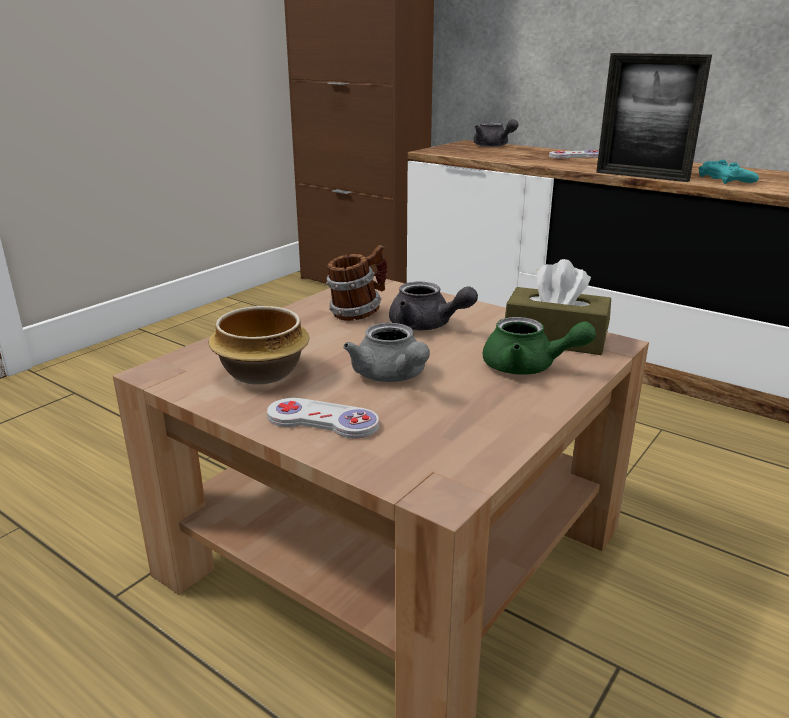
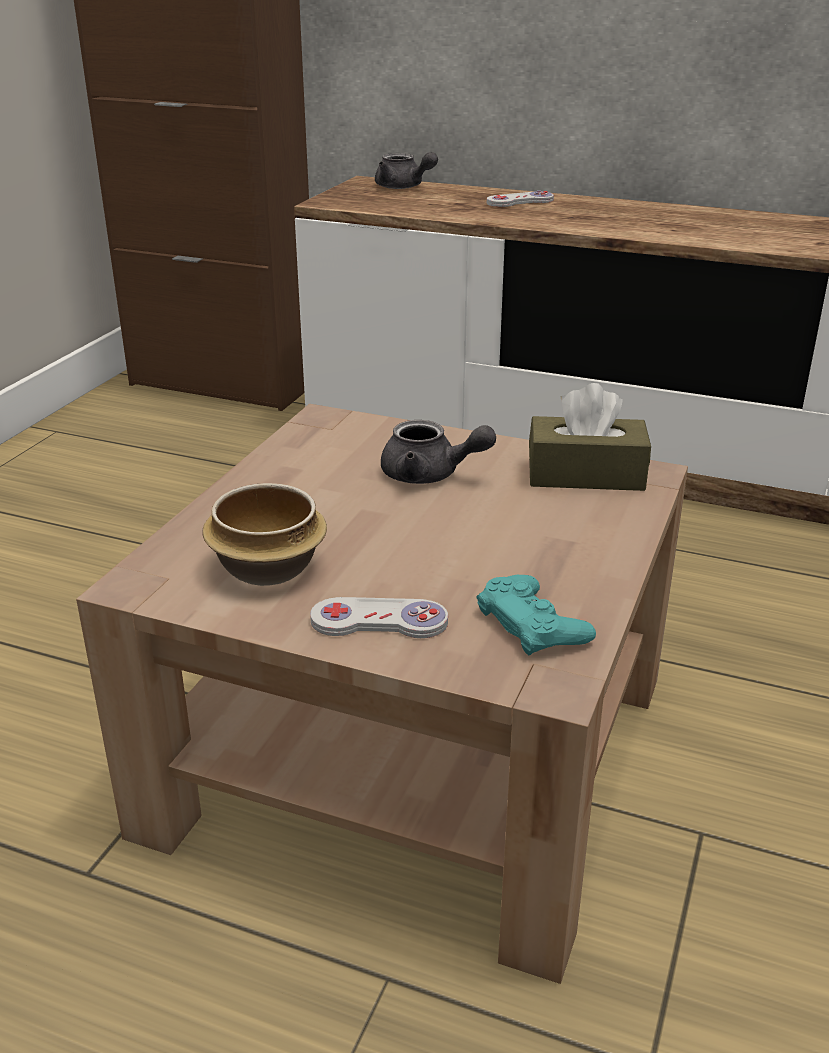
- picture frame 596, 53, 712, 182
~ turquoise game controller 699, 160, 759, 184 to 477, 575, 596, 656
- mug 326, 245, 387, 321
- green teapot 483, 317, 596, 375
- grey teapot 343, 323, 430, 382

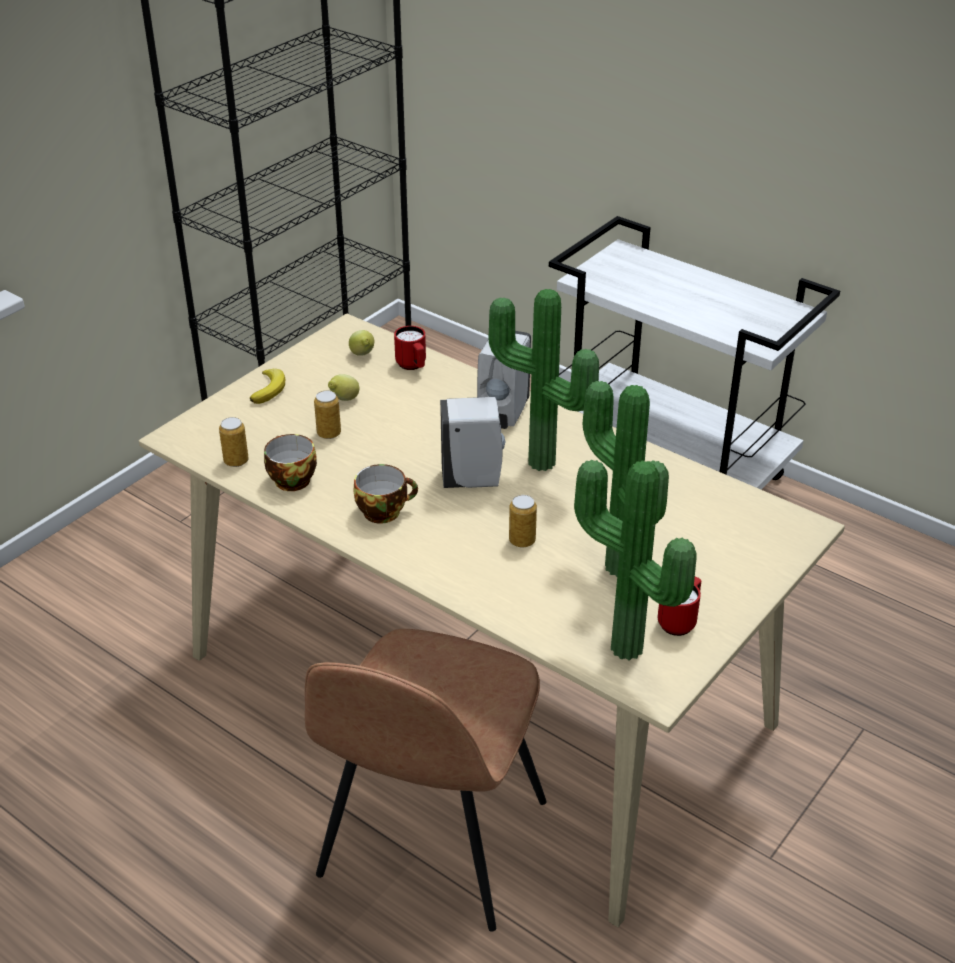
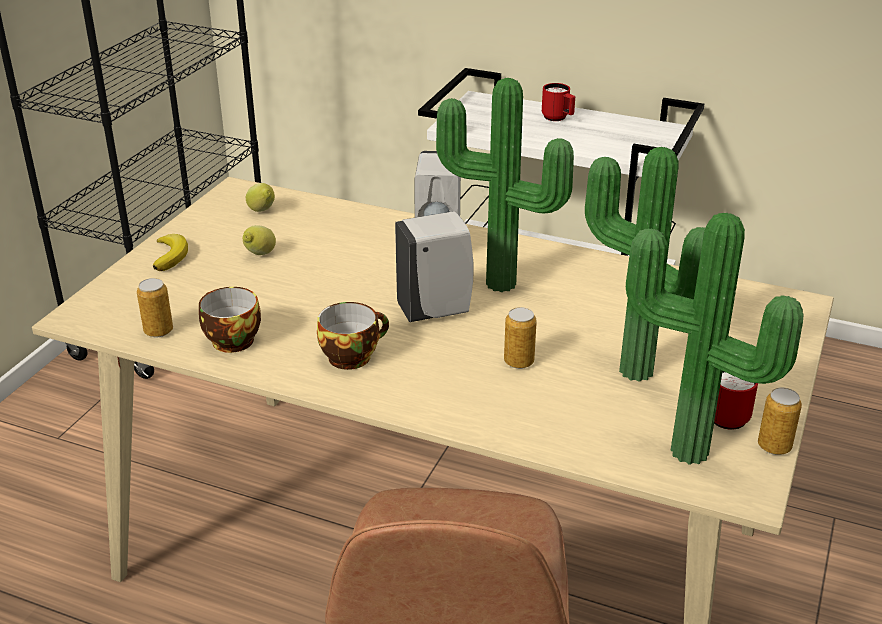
~ red mug 394, 326, 426, 370 to 542, 83, 575, 121
~ can 314, 390, 341, 439 to 758, 387, 802, 455

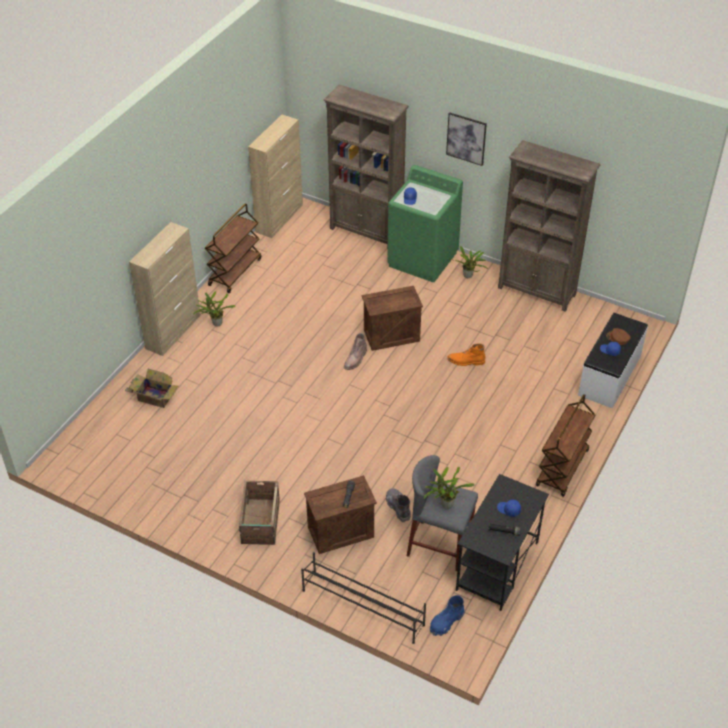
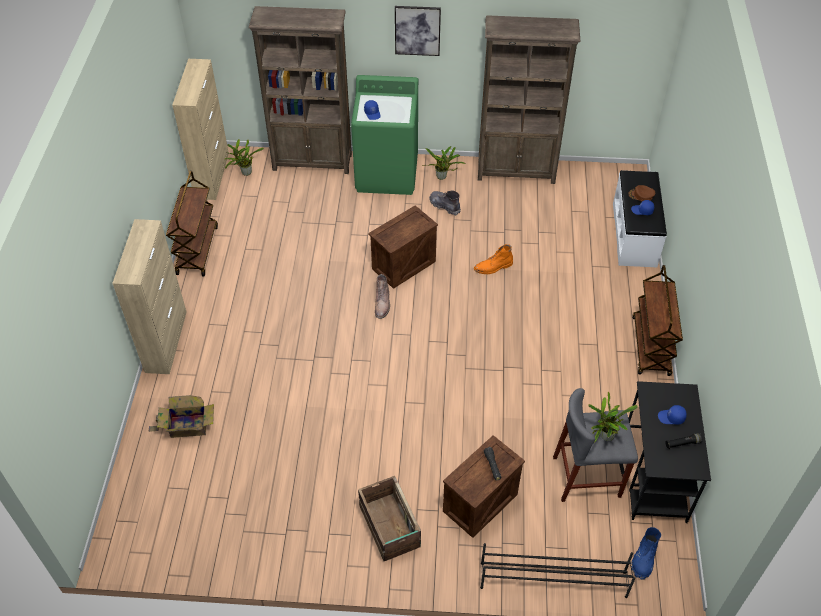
~ potted plant 193, 291, 235, 327 to 225, 139, 264, 176
~ grey boot 386, 488, 411, 522 to 429, 190, 461, 216

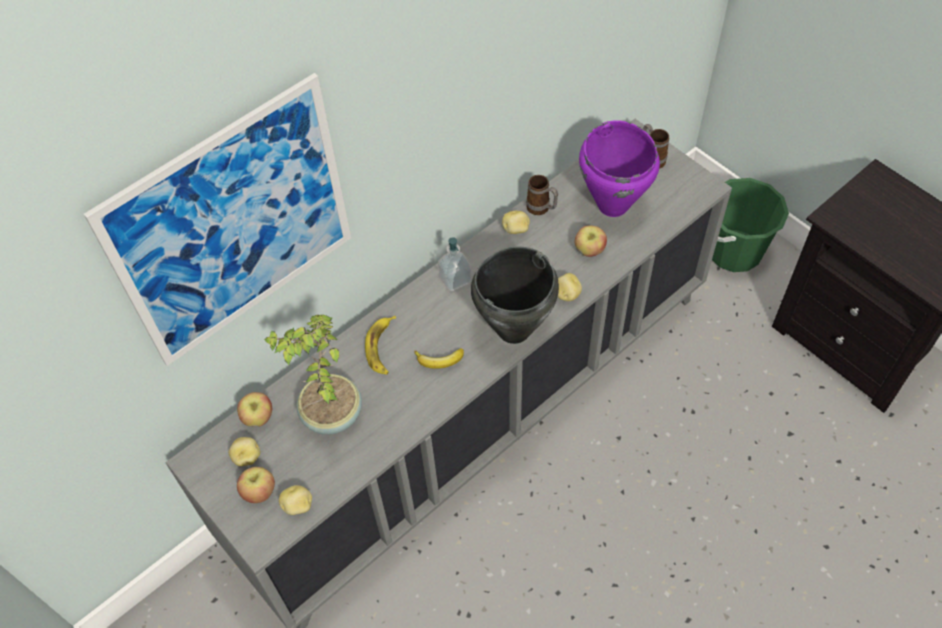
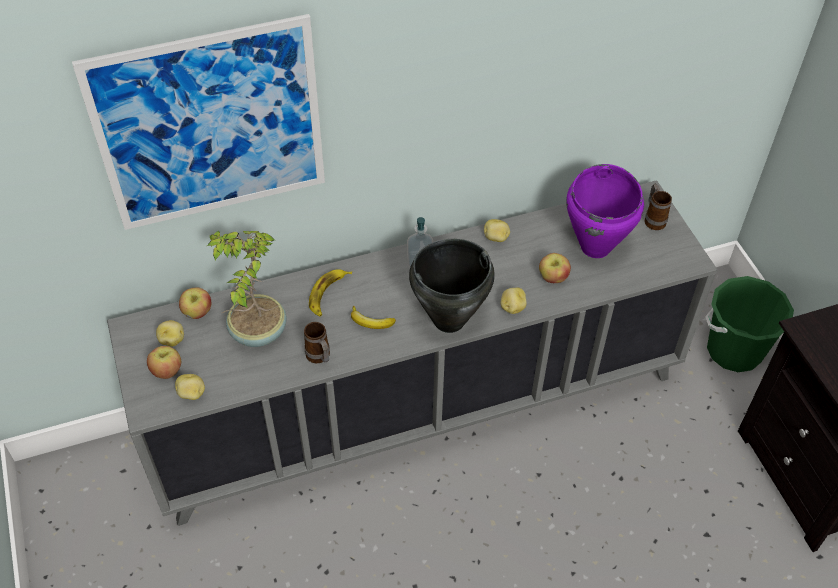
~ mug 526, 175, 558, 215 to 304, 322, 330, 363

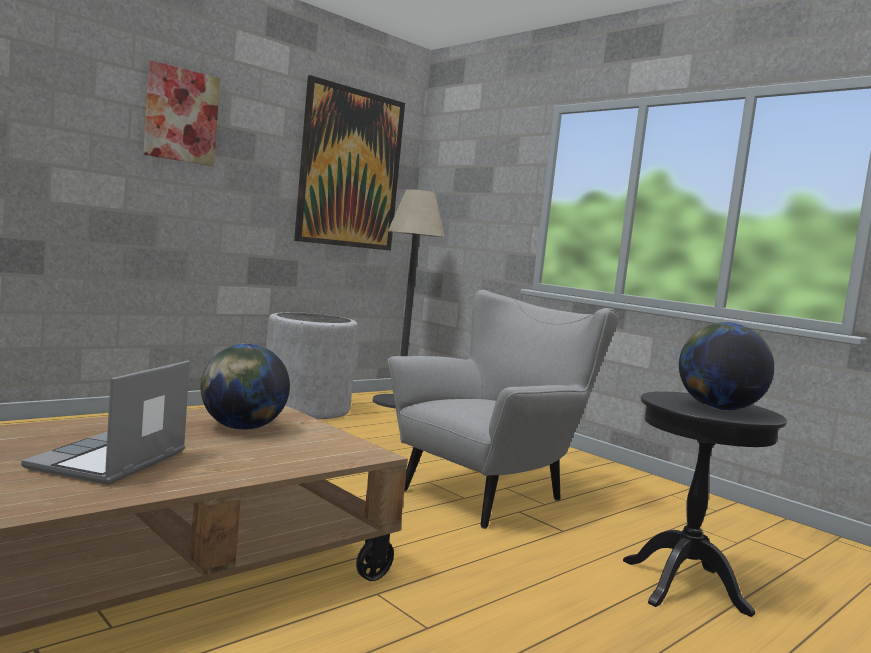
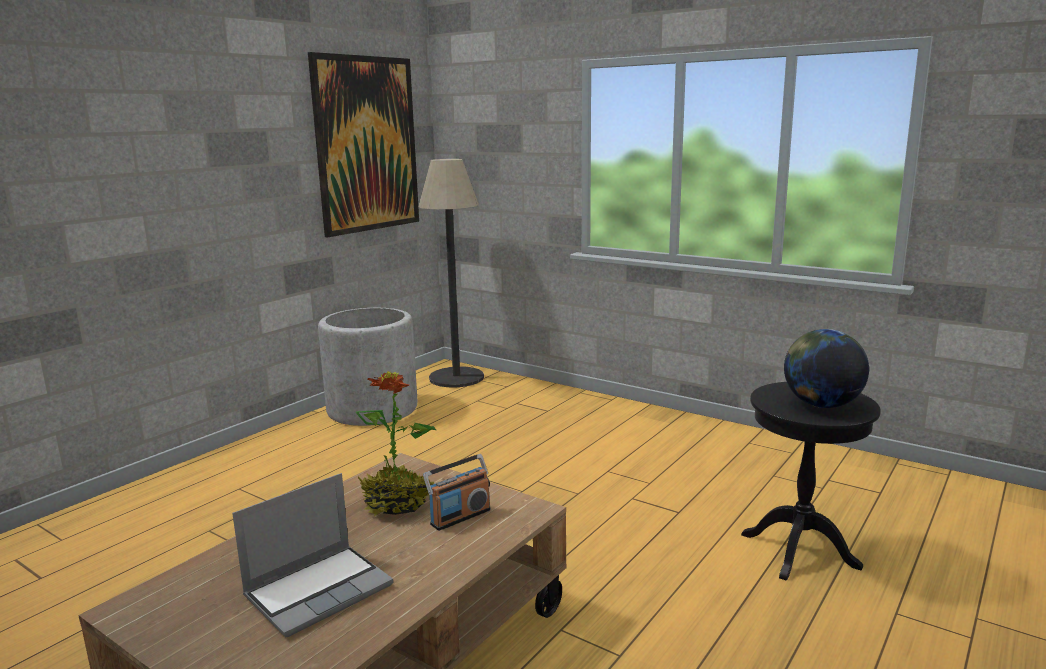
- picture 143, 60, 220, 166
- grey armchair 388, 290, 620, 529
~ globe 201, 344, 290, 430 to potted plant 356, 371, 436, 516
~ laptop 21, 361, 190, 485 = 232, 473, 393, 637 135 degrees counterclockwise
+ radio 423, 454, 490, 531

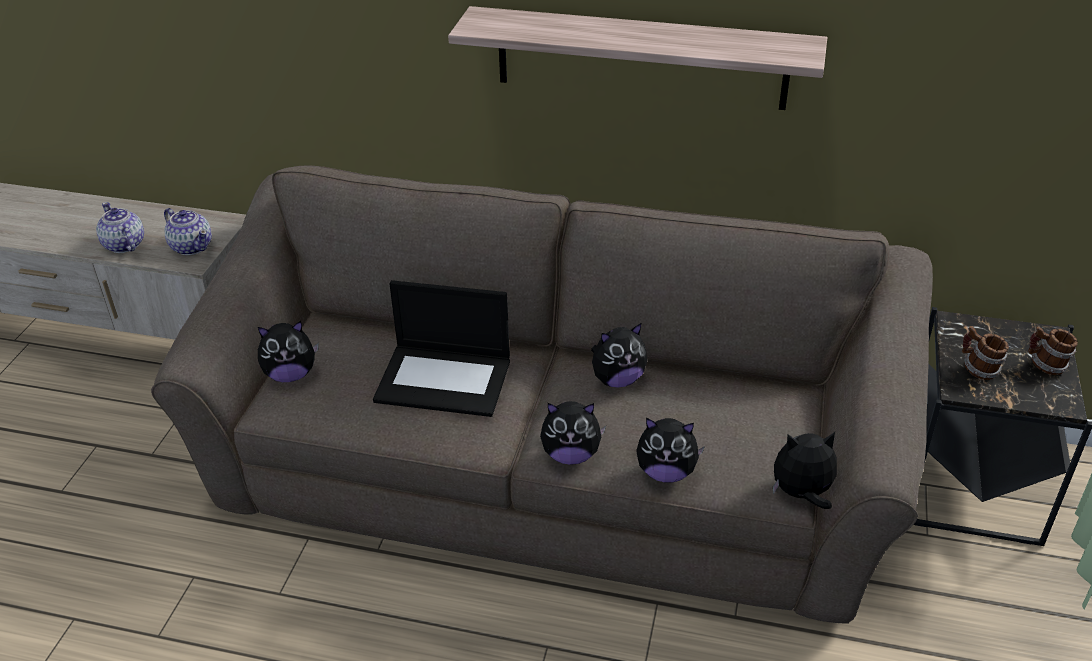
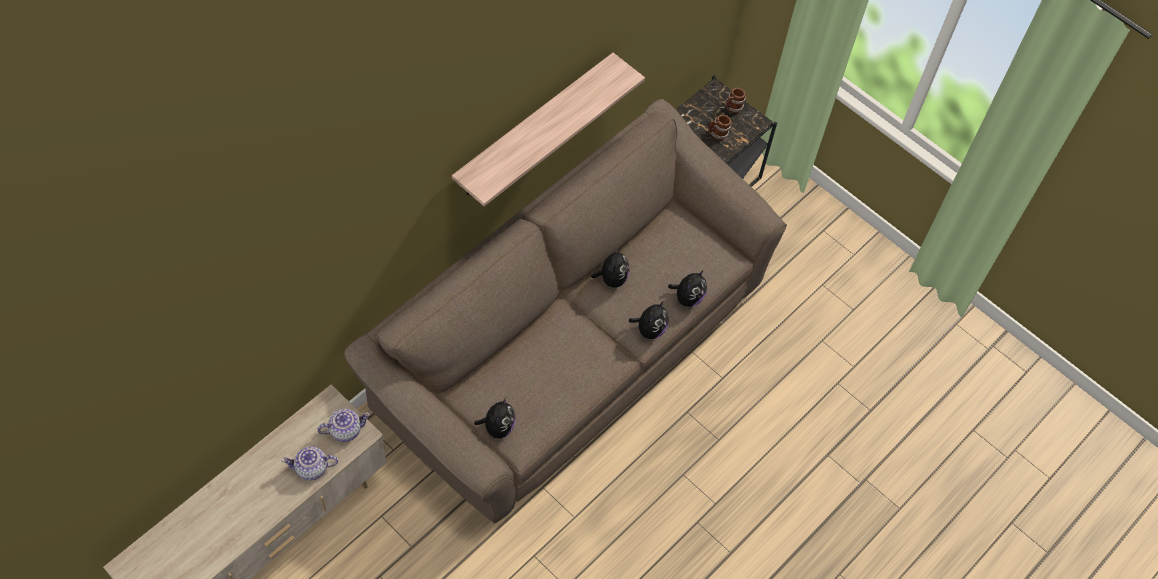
- laptop 373, 280, 510, 417
- plush toy 773, 432, 837, 509

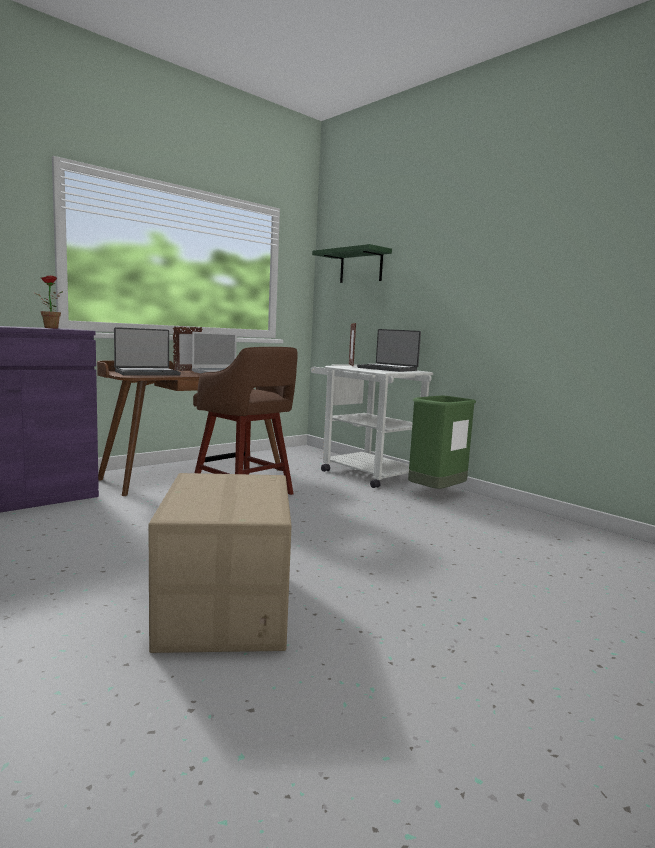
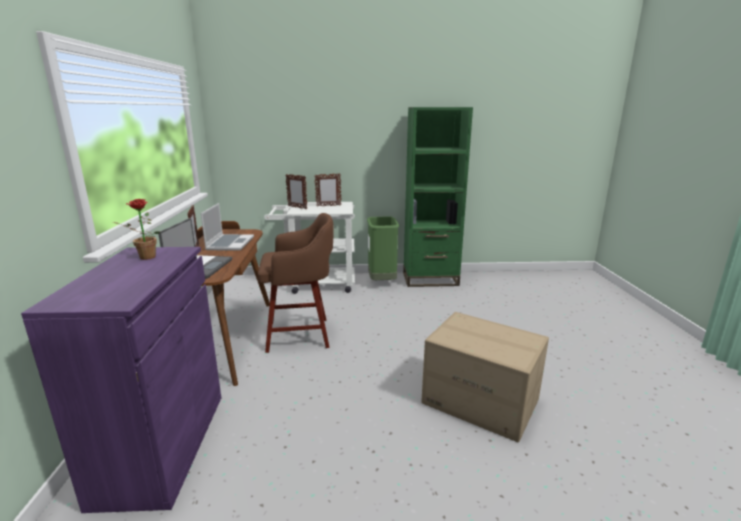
- green shelf 312, 244, 392, 283
~ laptop 357, 329, 421, 372 to picture frame 314, 173, 341, 207
+ green bookcase 403, 107, 473, 287

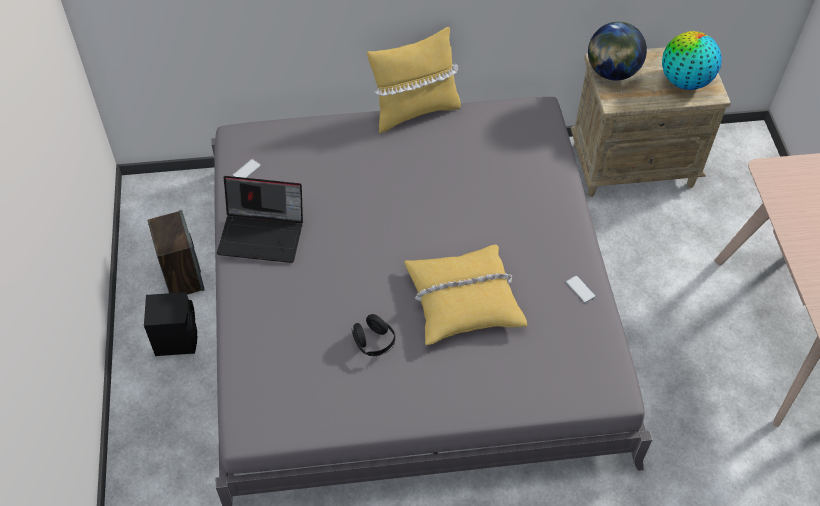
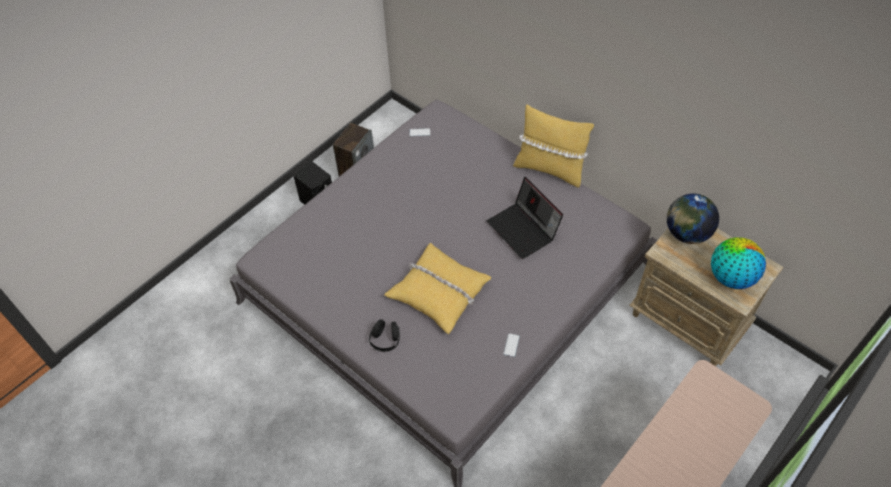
~ laptop 217, 176, 303, 263 to 487, 177, 563, 259
~ black headphones 352, 314, 396, 356 to 369, 320, 400, 352

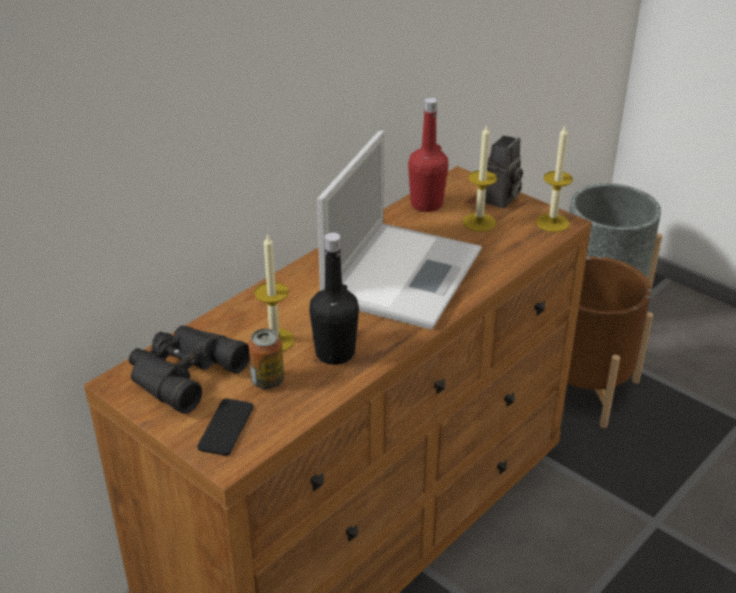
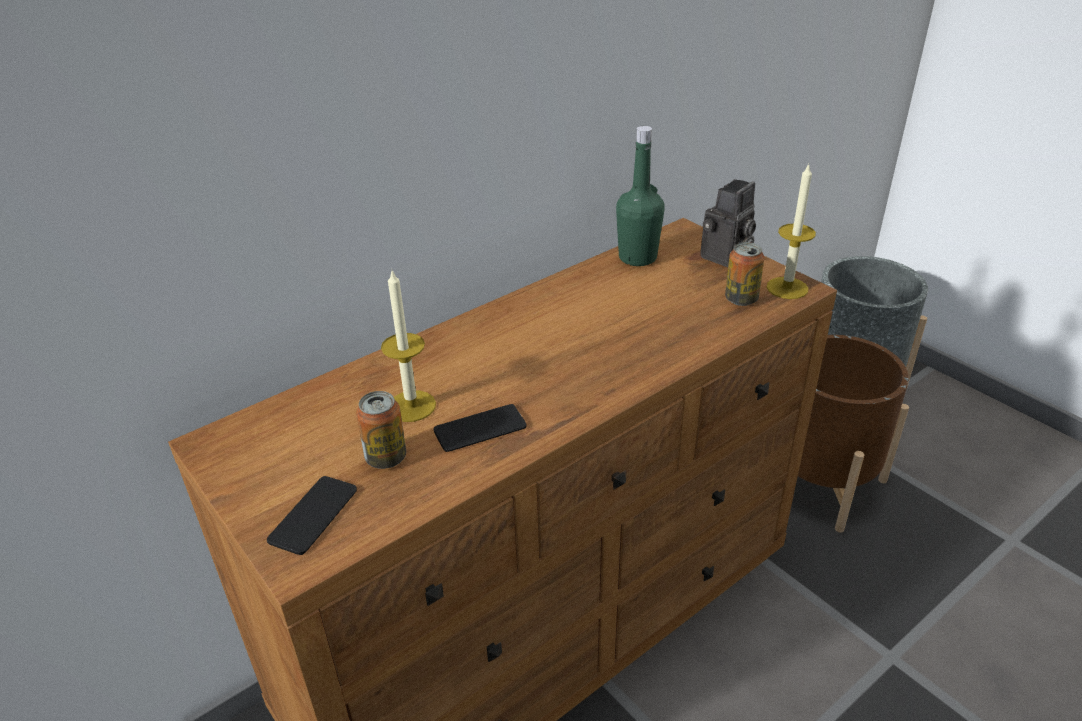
~ red bottle 408, 98, 448, 212 to green bottle 616, 126, 665, 266
- candle 463, 124, 497, 231
- laptop 317, 131, 482, 330
~ black bottle 309, 232, 359, 365 to phone 434, 404, 527, 452
- black binoculars 129, 325, 250, 413
+ can 725, 242, 764, 306

